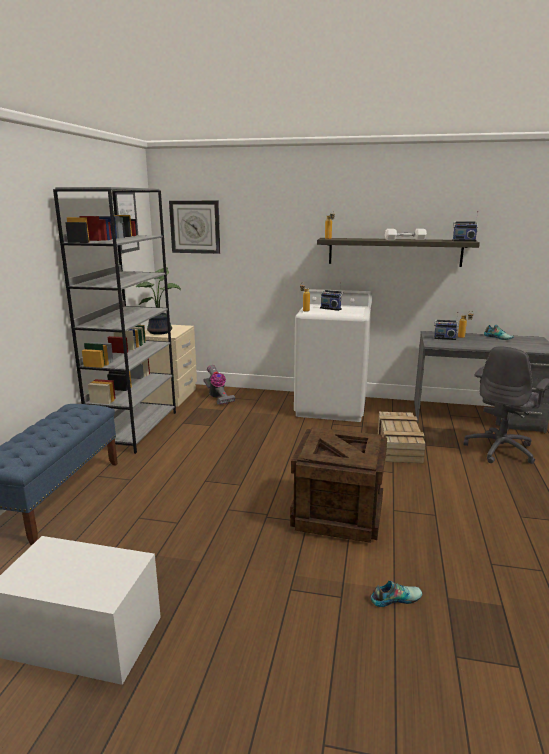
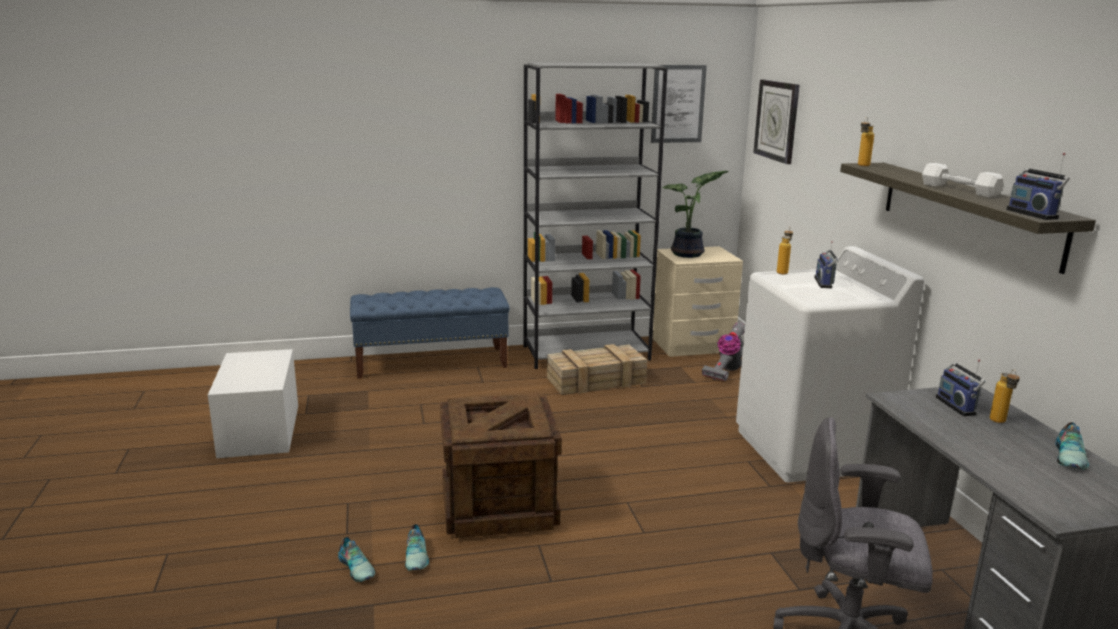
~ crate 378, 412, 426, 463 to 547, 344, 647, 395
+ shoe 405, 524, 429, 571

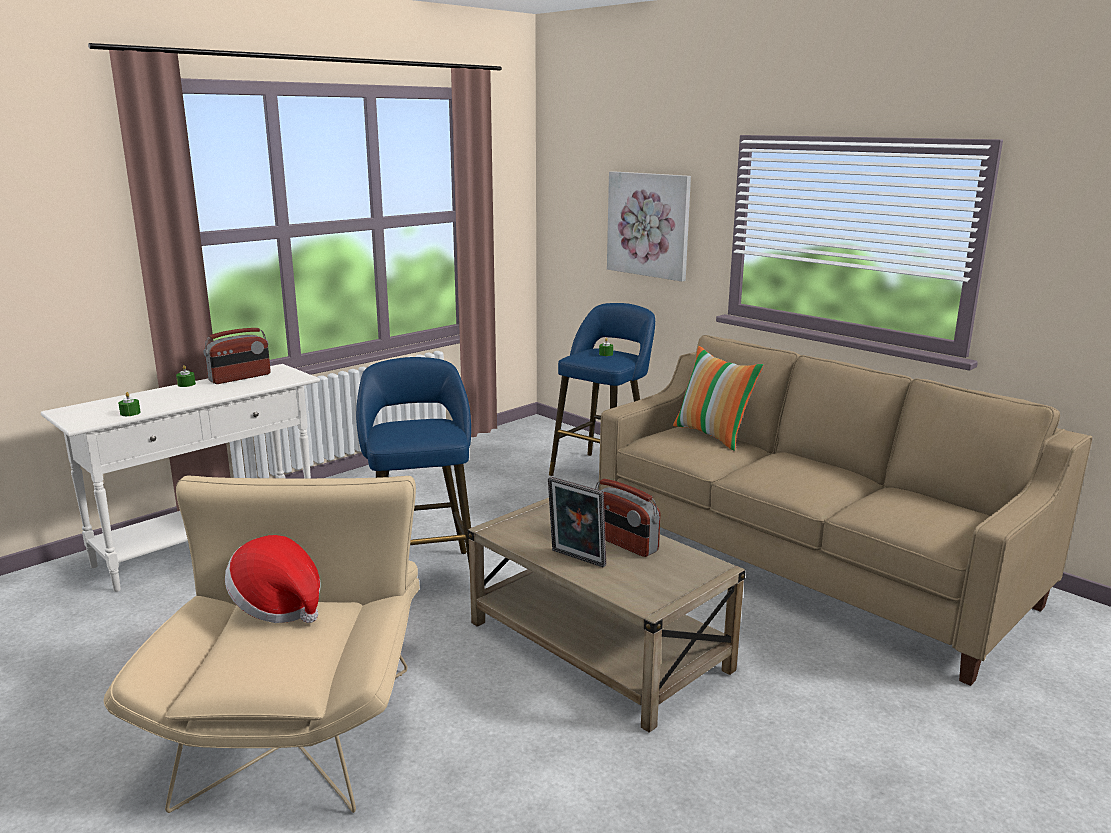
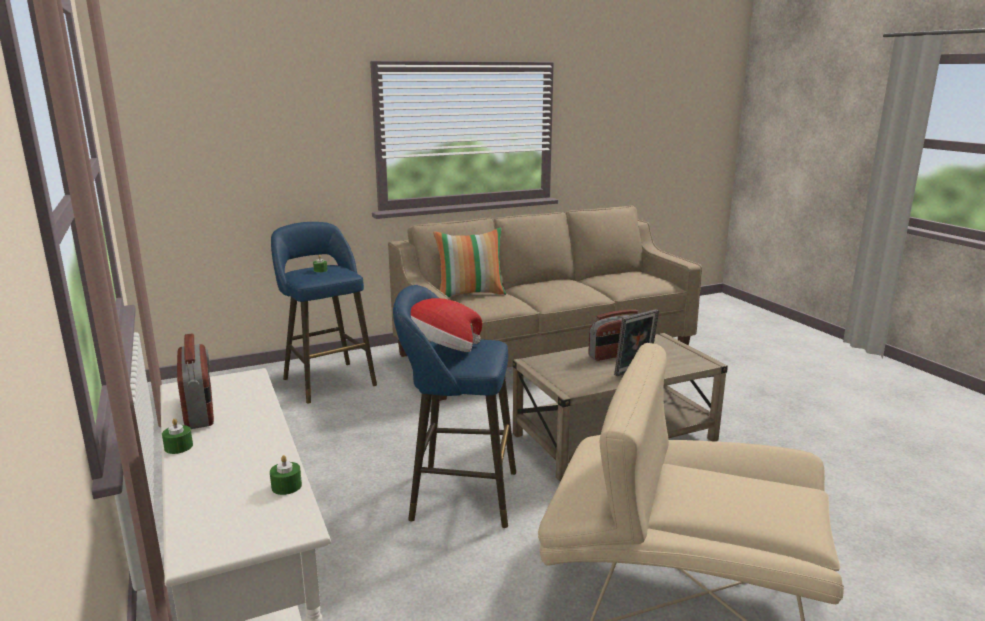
- picture 607, 171, 691, 281
~ hat 225, 535, 320, 623 to 411, 298, 482, 352

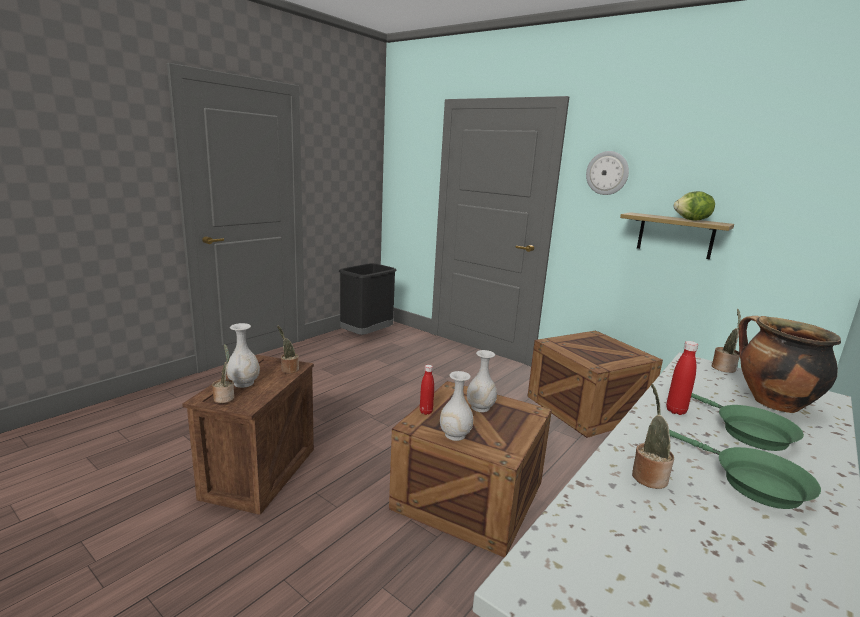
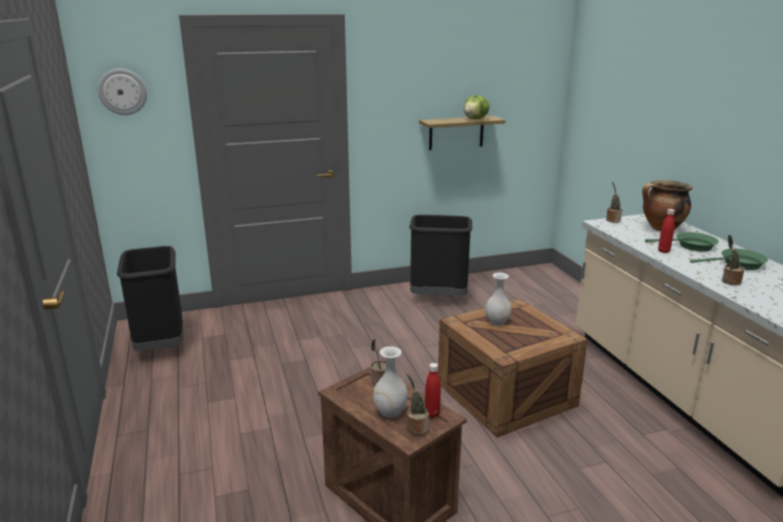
~ wall clock 586, 151, 629, 195 to 98, 69, 147, 115
~ crate 527, 331, 663, 438 to black trash can 409, 215, 472, 296
~ red bottle 420, 365, 434, 415 to 425, 363, 441, 418
- white vase 440, 371, 473, 441

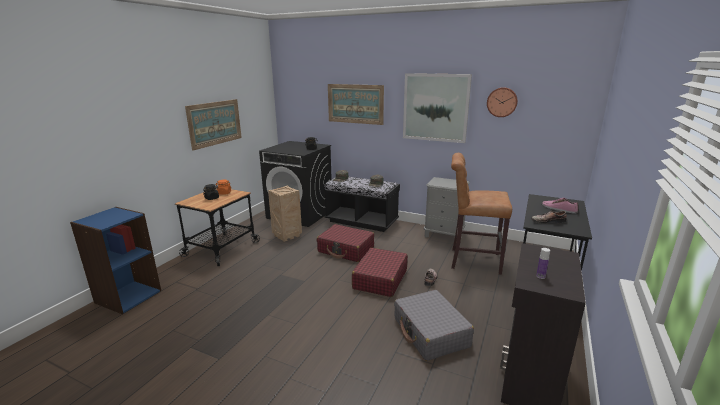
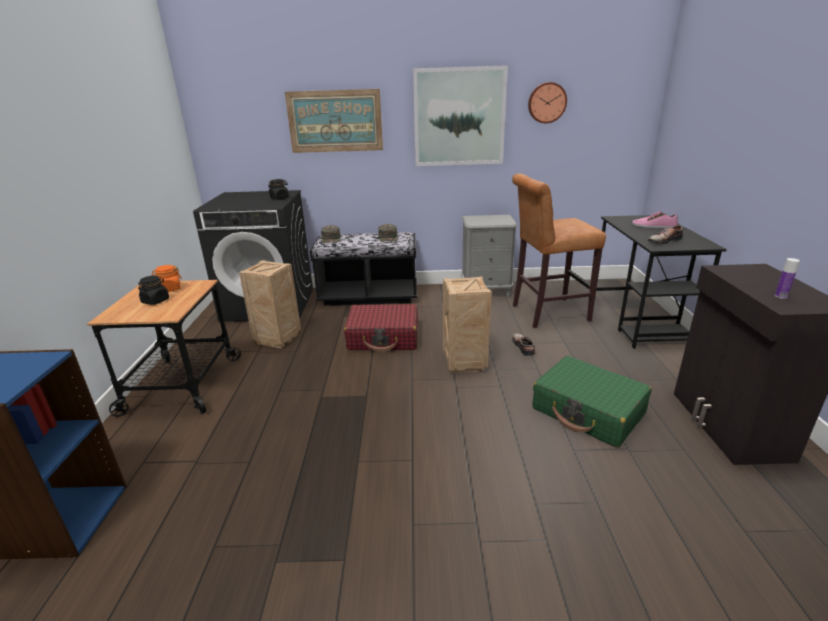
- picture 185, 99, 242, 151
~ red suitcase 352, 248, 408, 297 to crate 443, 276, 491, 373
~ grey suitcase 394, 290, 474, 361 to green suitcase 532, 356, 652, 448

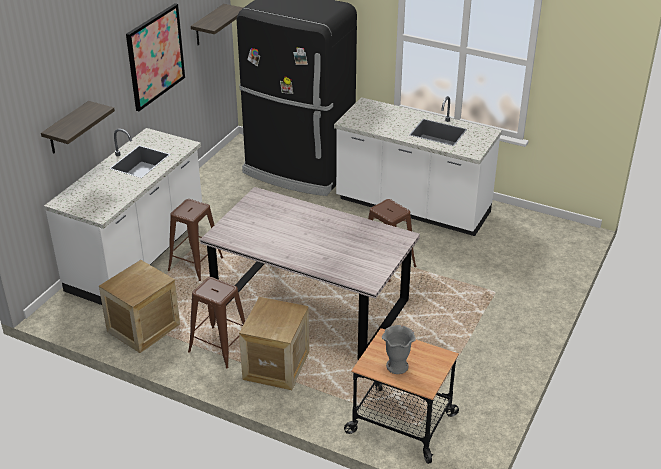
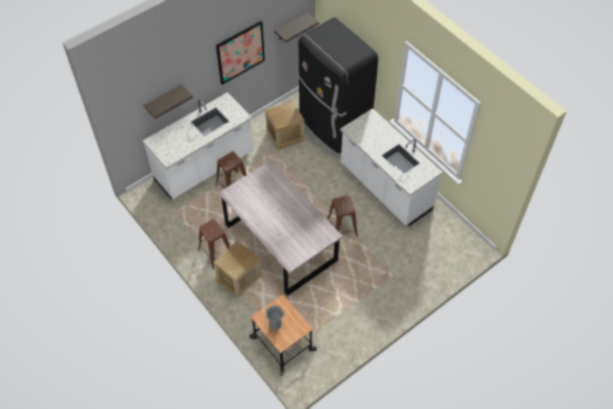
~ crate 99, 260, 180, 353 to 265, 101, 304, 150

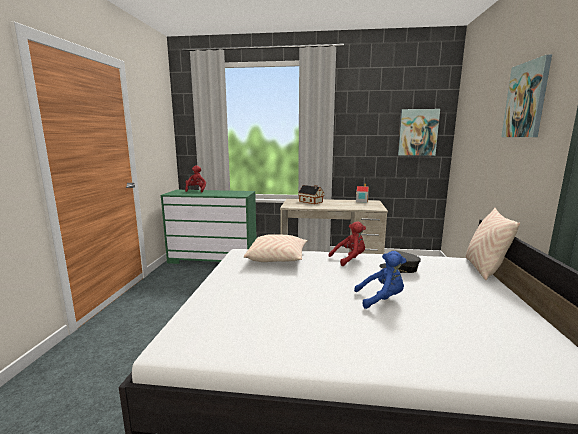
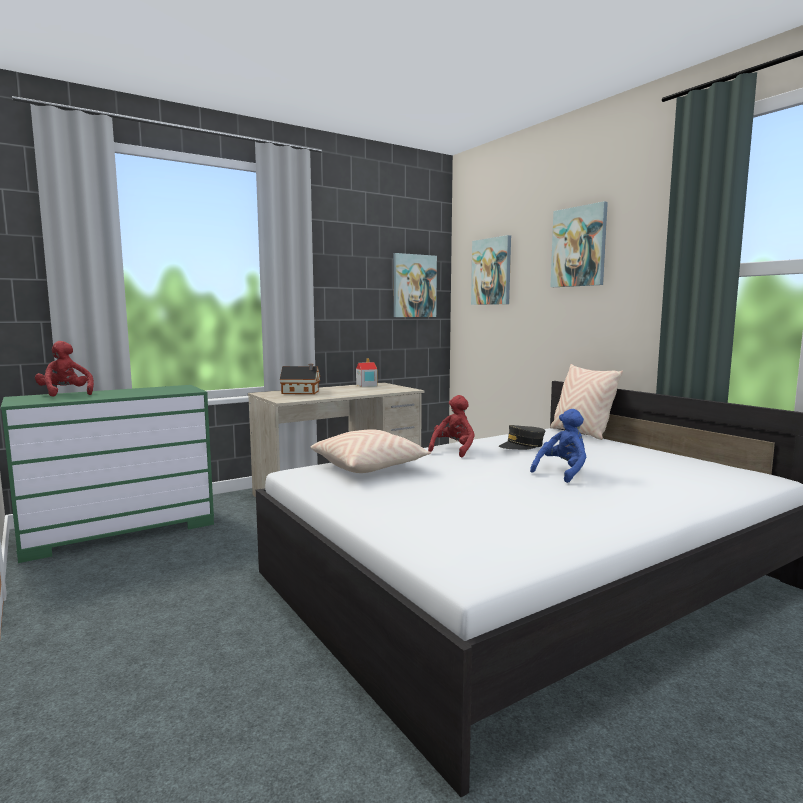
+ picture 471, 235, 511, 305

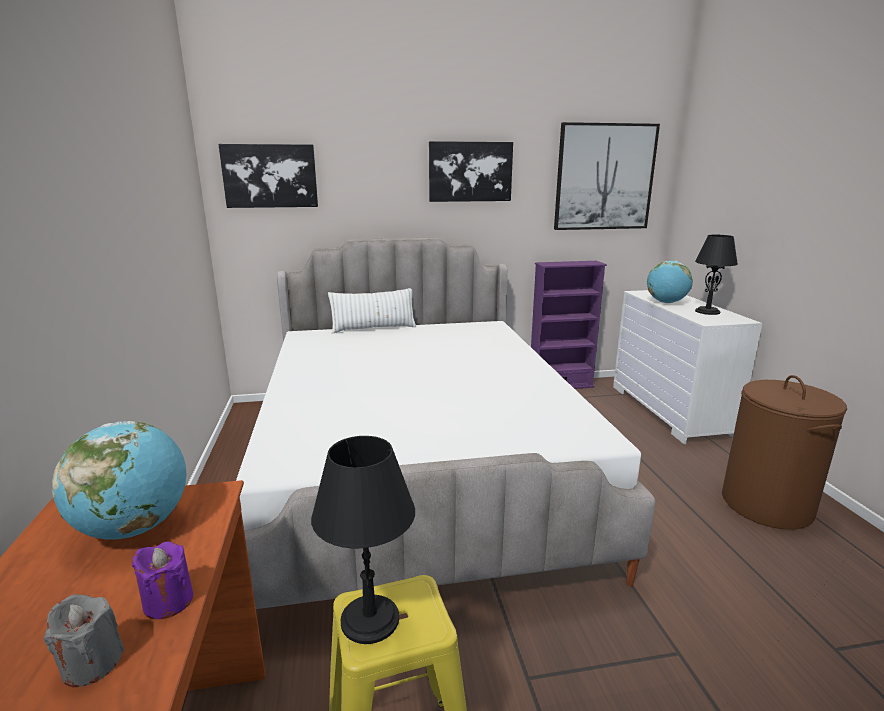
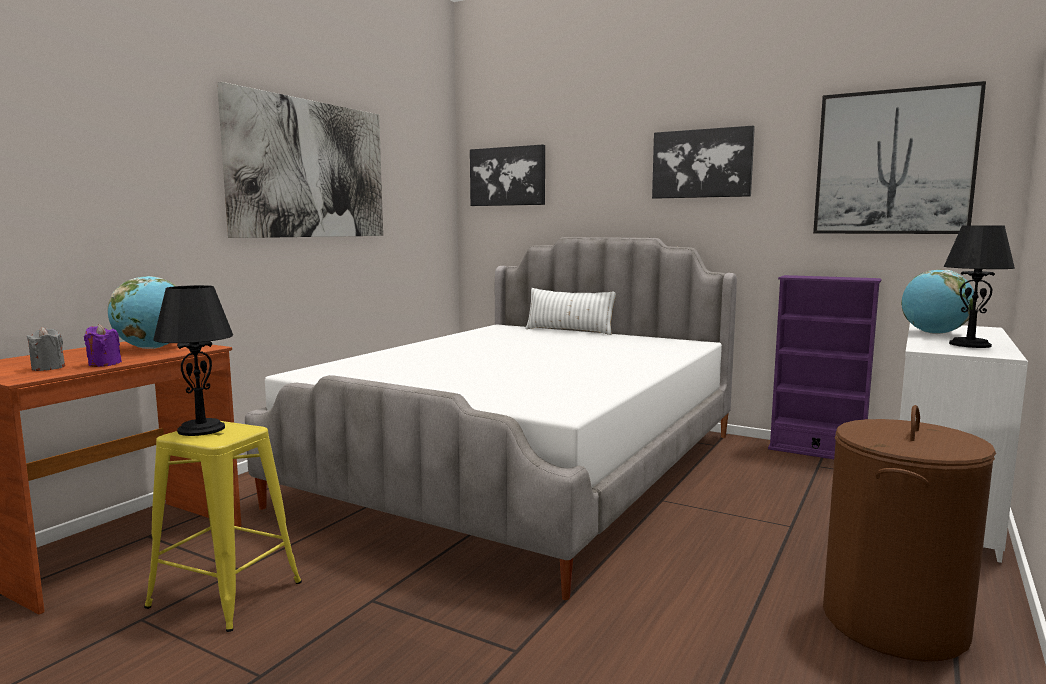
+ picture 217, 82, 383, 238

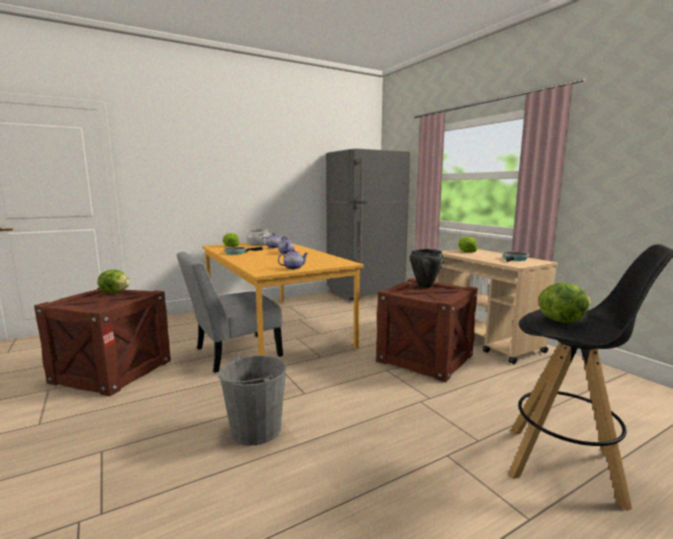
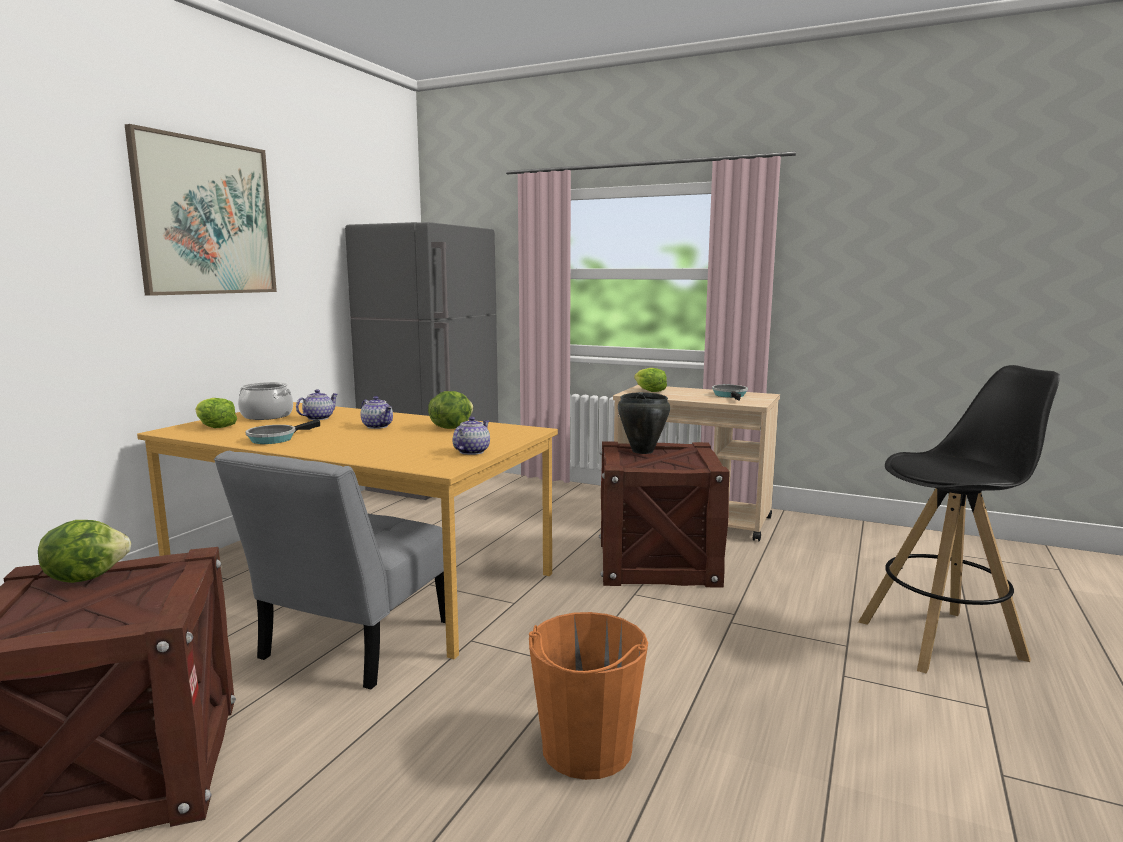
~ lettuce 539, 283, 591, 323 to 428, 391, 474, 429
~ grey bucket 218, 355, 286, 446 to orange bucket 529, 612, 648, 780
+ picture 125, 124, 277, 296

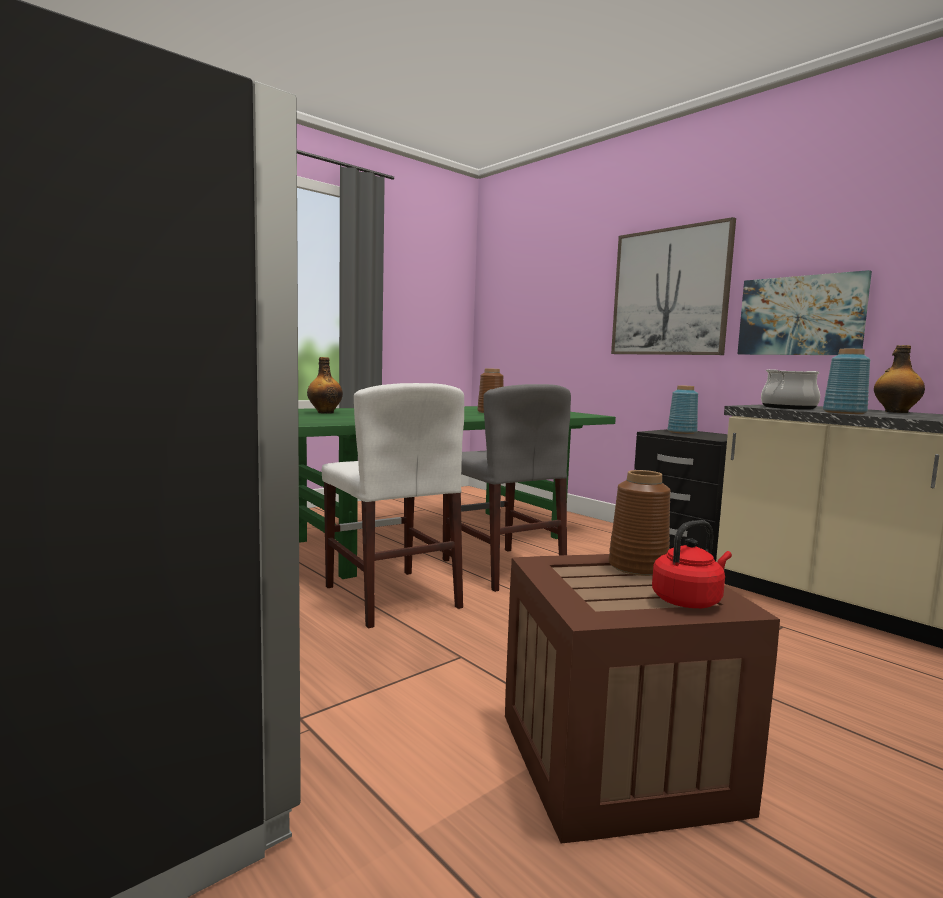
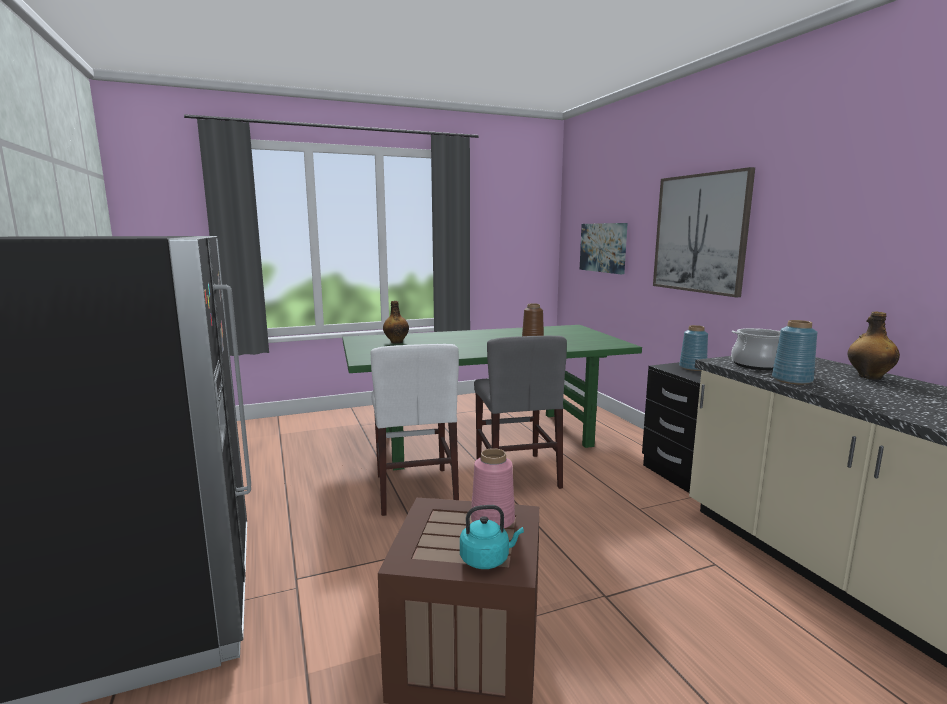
~ picture 737, 270, 872, 355 to 580, 223, 628, 274
~ brown vase 608, 470, 671, 576 to pink vase 471, 448, 515, 528
~ red kettle 652, 520, 732, 608 to turquoise kettle 460, 505, 524, 569

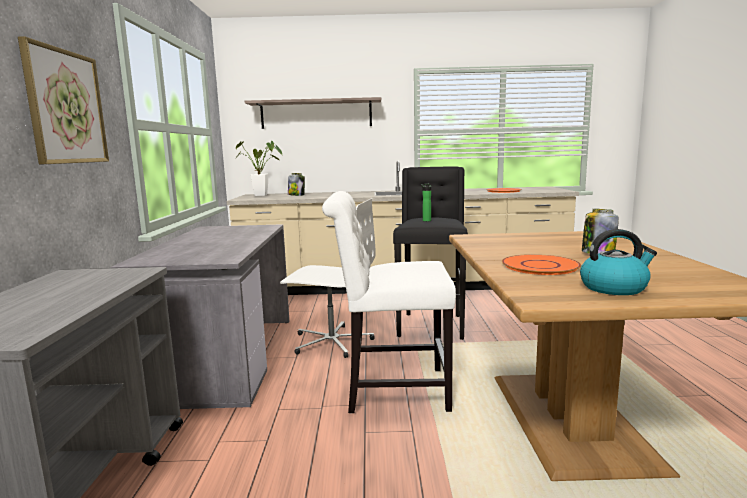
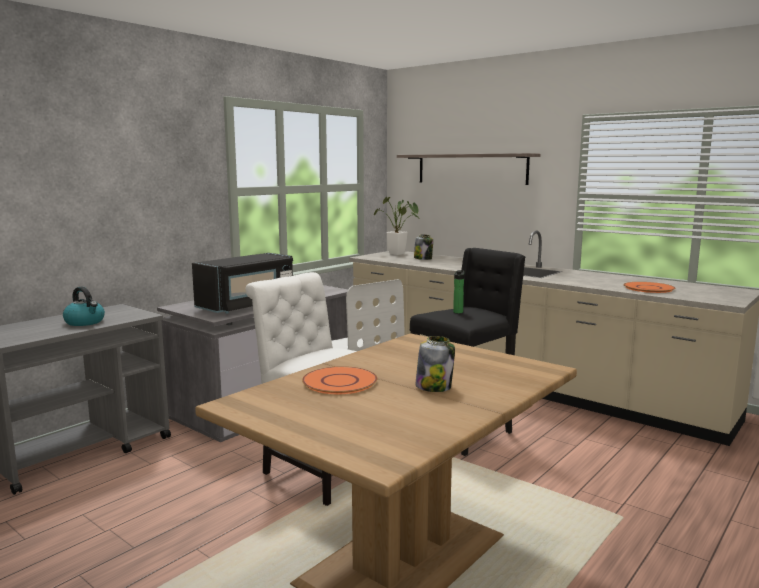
- picture 18, 36, 109, 164
~ kettle 580, 229, 657, 295 to 63, 287, 105, 326
+ black microwave 192, 253, 293, 314

